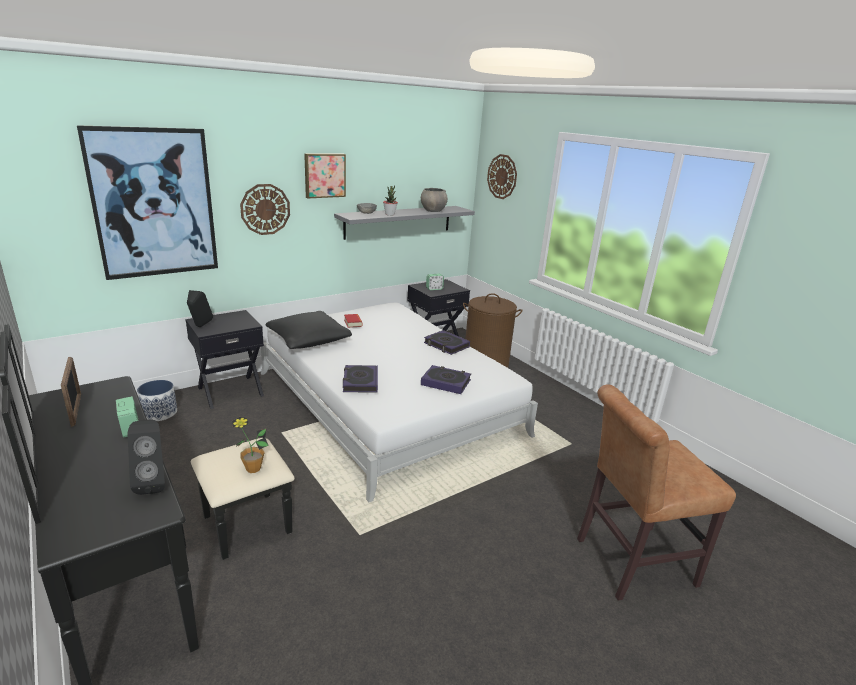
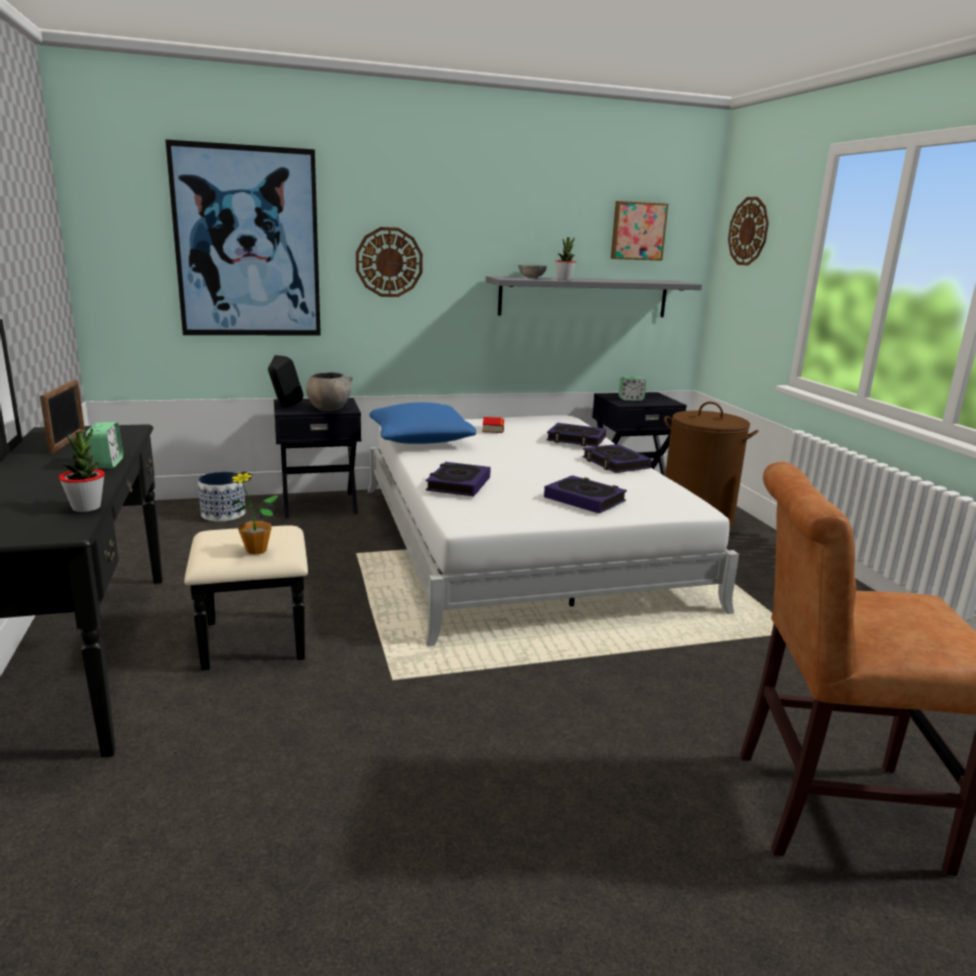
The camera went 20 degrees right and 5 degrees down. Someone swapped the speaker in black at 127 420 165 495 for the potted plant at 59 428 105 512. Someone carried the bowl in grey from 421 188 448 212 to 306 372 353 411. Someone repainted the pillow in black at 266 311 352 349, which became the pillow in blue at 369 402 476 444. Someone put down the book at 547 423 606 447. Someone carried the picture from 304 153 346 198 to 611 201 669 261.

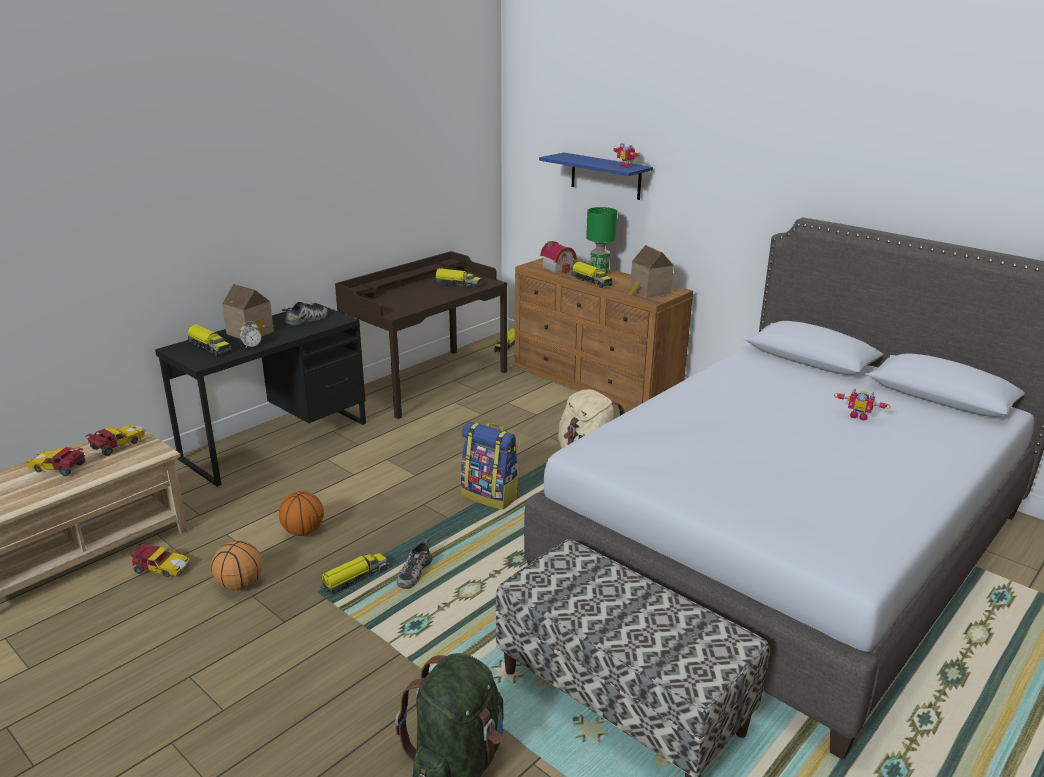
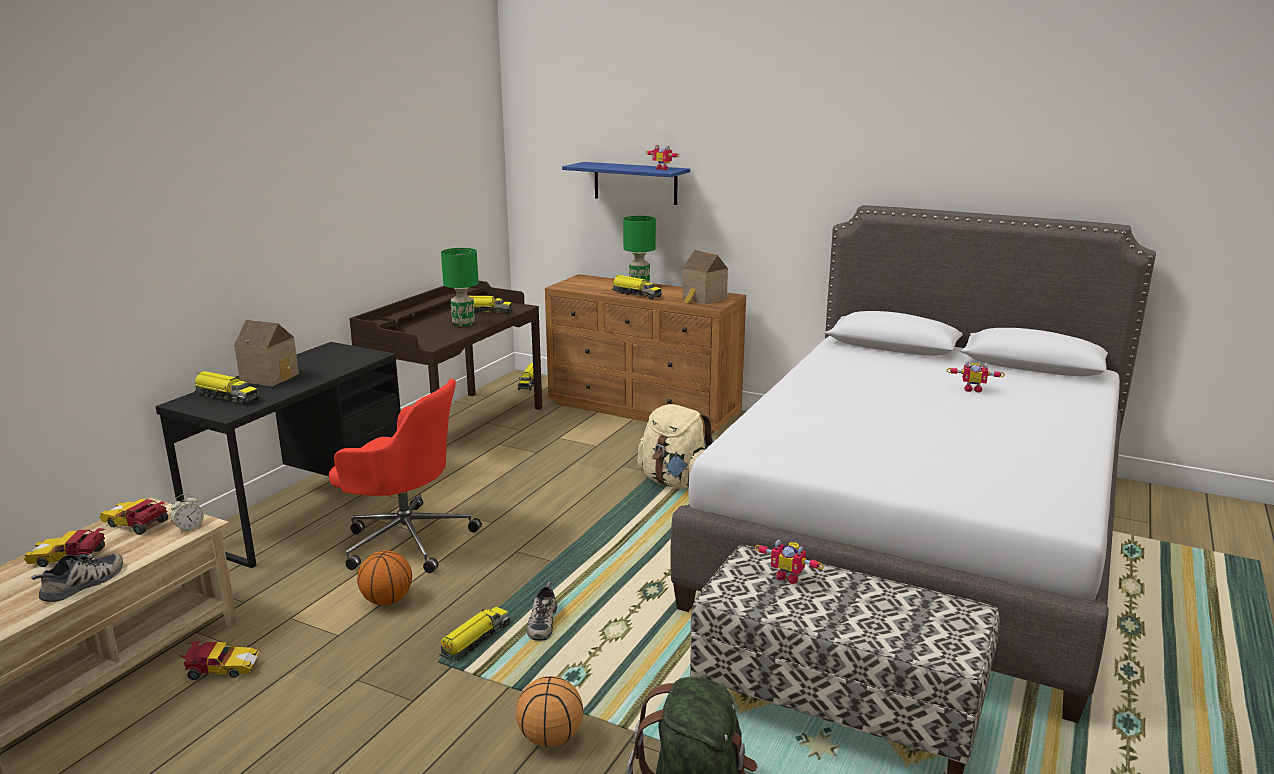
The camera went 15 degrees left and 5 degrees down. Someone carried the shoe from 282 302 327 326 to 31 554 123 602. Someone rotated the toy car at 85 425 145 456 by 90 degrees counterclockwise. Someone carried the alarm clock from 240 321 261 347 to 170 494 204 533. Someone put down the office chair in red at 329 379 482 573. Someone put down the table lamp in green at 441 248 479 327. Someone carried the basketball from 211 541 262 590 to 516 676 583 747. Someone put down the toy robot at 754 540 824 584. Someone took away the backpack at 461 422 519 510. Someone took away the toy house at 540 241 577 273.

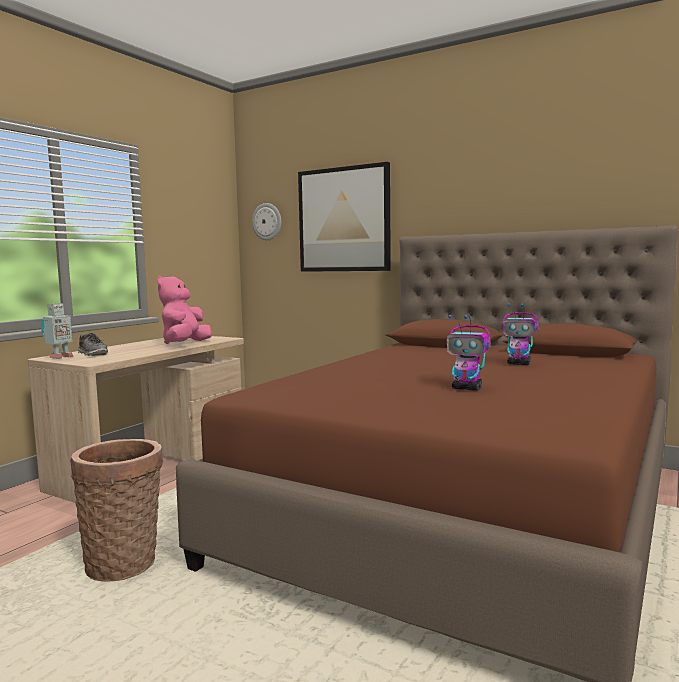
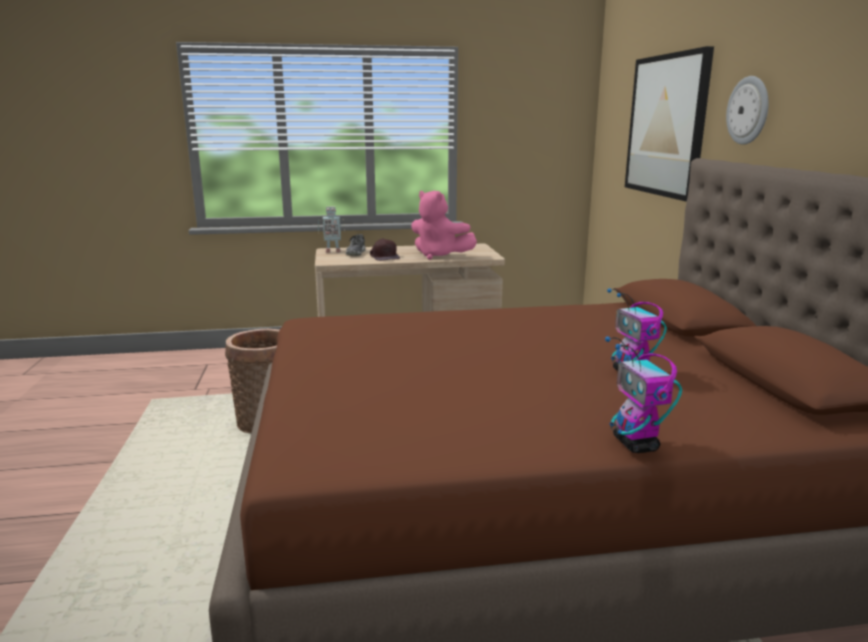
The camera went 50 degrees right and 10 degrees up. Someone put down the cap in brown at 370 238 400 261. Someone rotated the plush toy in pink at 157 276 212 344 by 120 degrees counterclockwise. Someone carried the toy robot from 446 315 491 391 to 605 336 682 453. Someone carried the wall clock from 252 203 281 240 to 726 76 769 145.

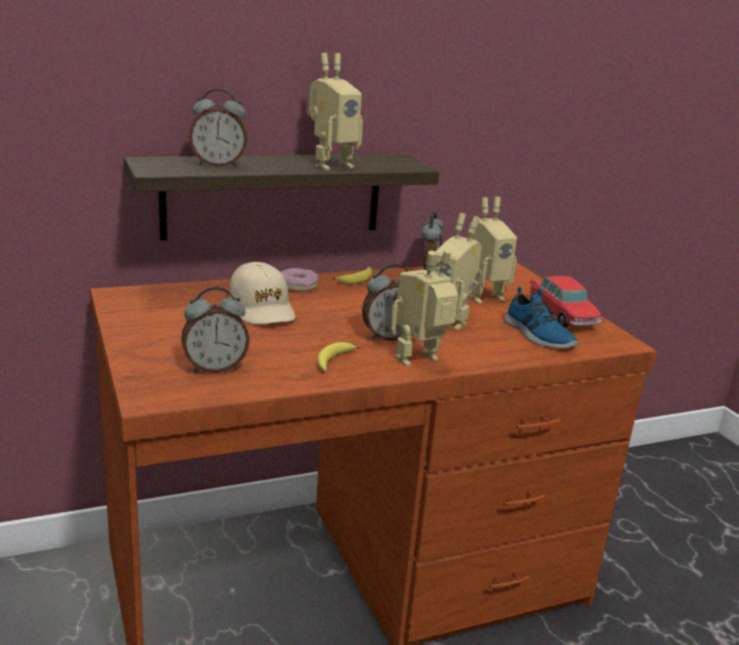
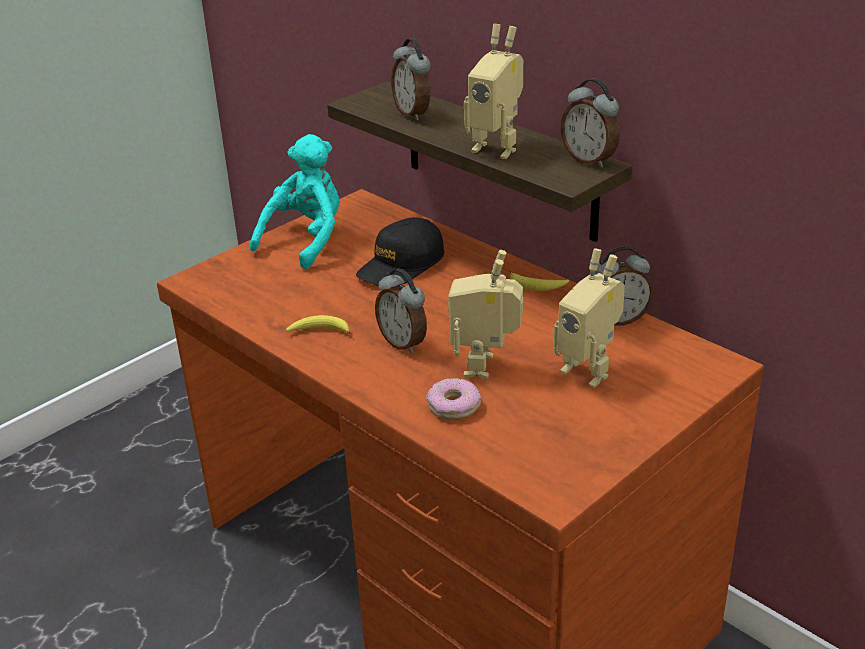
The camera went 70 degrees right and 10 degrees up. Someone put down the plush toy in turquoise at 250 134 340 269. Someone repainted the cap in beige at 228 262 295 324, which became the cap in black at 356 217 444 285. Someone carried the donut from 281 268 319 292 to 426 378 481 420. Someone carried the alarm clock from 181 287 250 373 to 561 79 620 168. Someone took away the toy robot at 390 249 458 367. Someone took away the shoe at 504 286 578 348. Someone took away the toy car at 529 276 602 327.

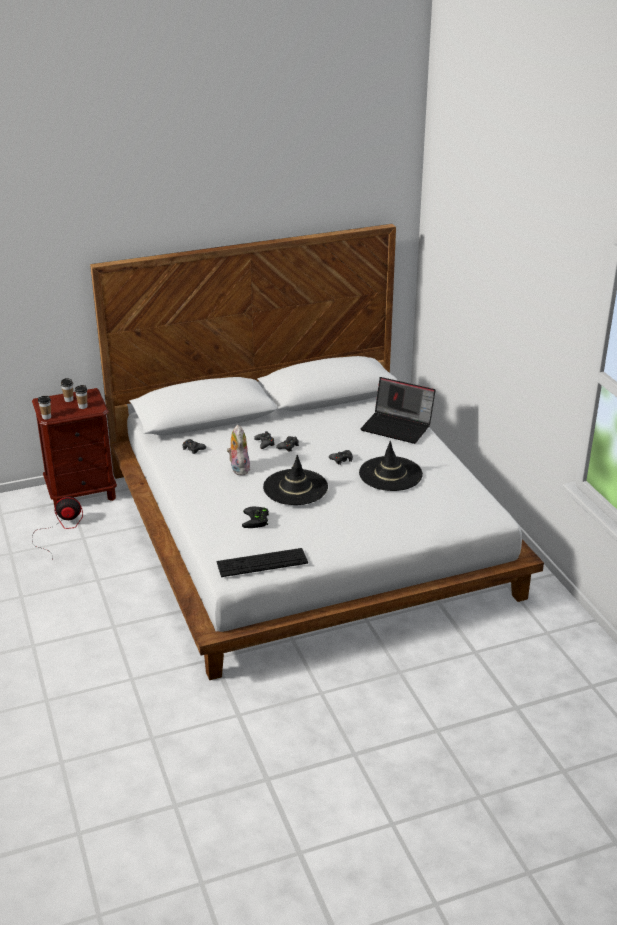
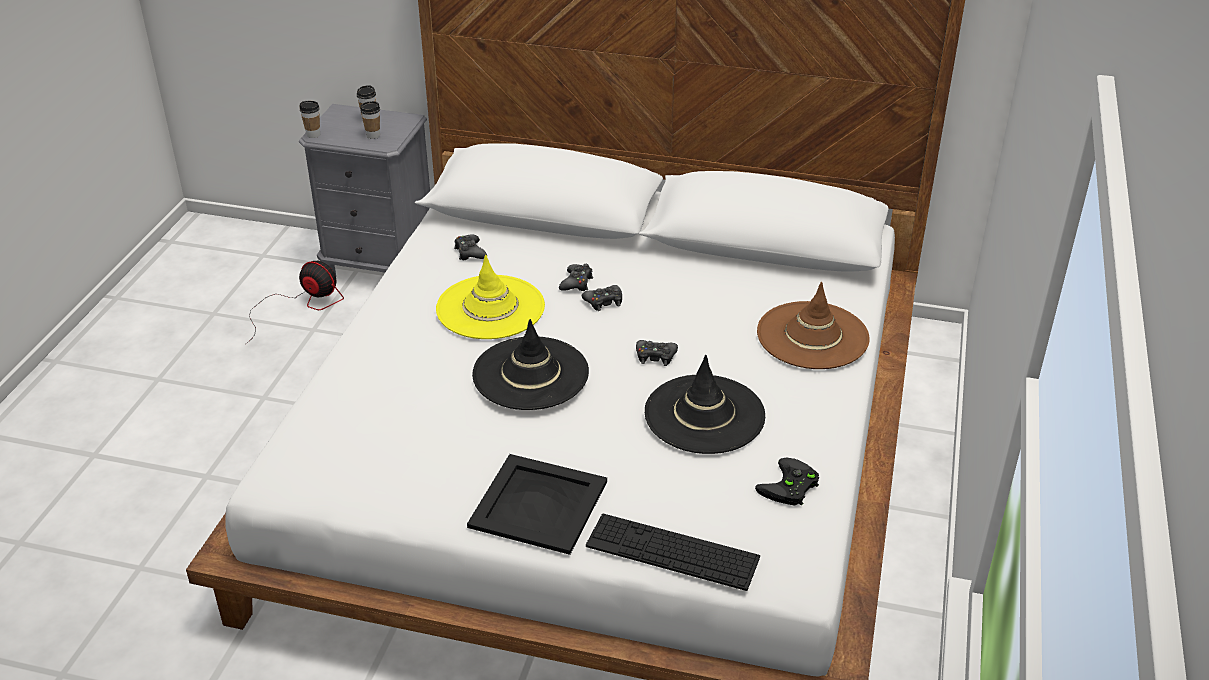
The camera went 35 degrees right and 5 degrees up. Someone repainted the nightstand in brown at 32 388 117 508, which became the nightstand in grey at 299 104 430 276. Someone swapped the plush toy at 227 425 250 475 for the hat in yellow at 436 255 545 339. Someone put down the tray in black at 467 454 607 555. Someone carried the keyboard from 217 548 308 577 to 586 514 760 591. Someone carried the game controller in black from 242 507 269 528 to 755 458 819 506. Someone swapped the laptop at 361 377 436 444 for the hat in brown at 757 282 870 369.

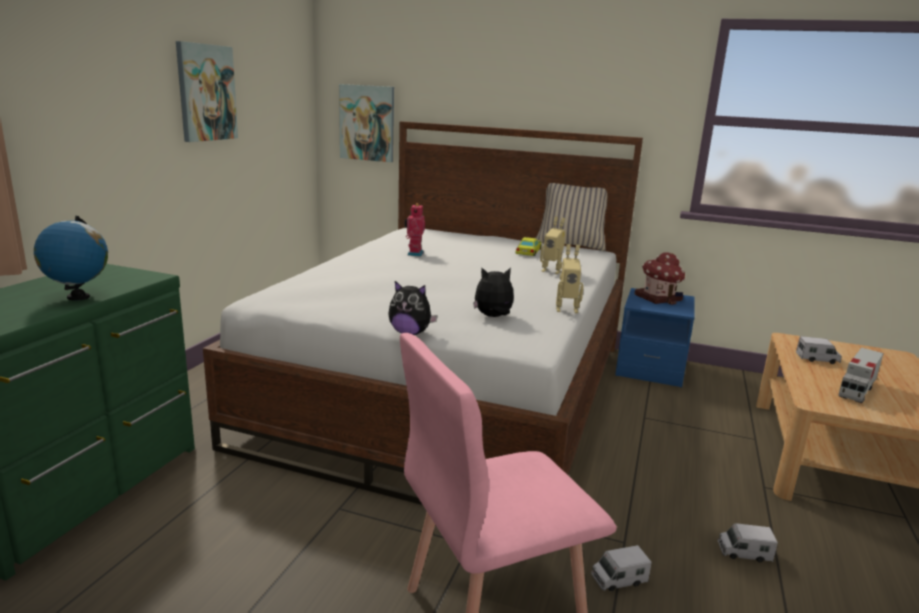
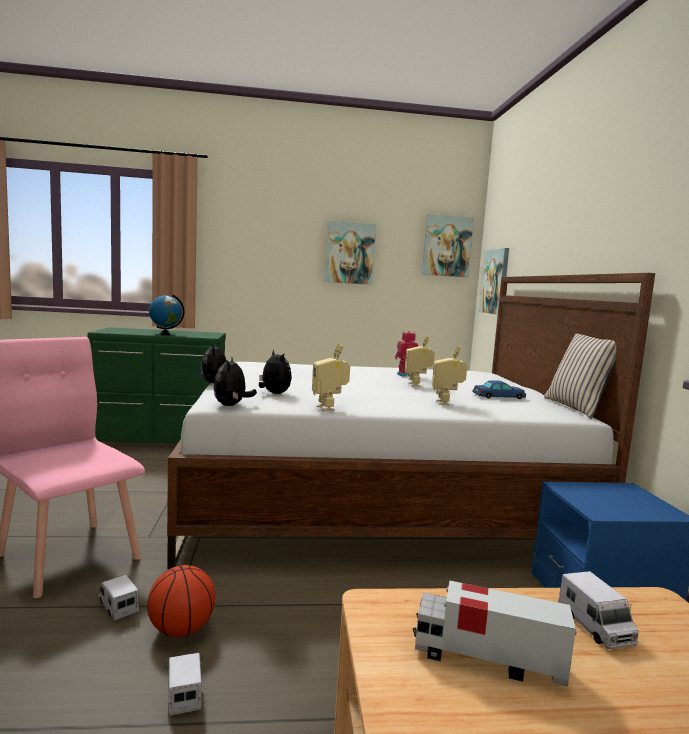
The camera went 65 degrees right and 10 degrees down. Someone put down the basketball at 147 565 215 637. Someone put down the plush toy at 213 356 257 406. Someone put down the toy robot at 405 336 435 387. Someone put up the picture at 422 214 474 277. Someone repainted the toy car in yellow at 515 237 542 256, which became the toy car in blue at 472 380 526 399. Someone took away the toy house at 635 253 685 305.

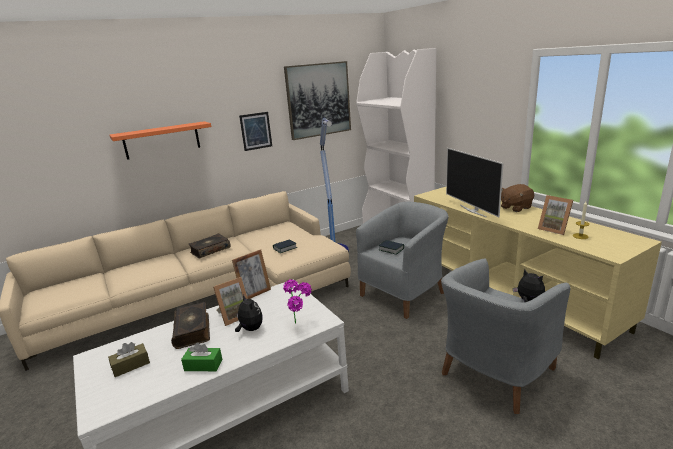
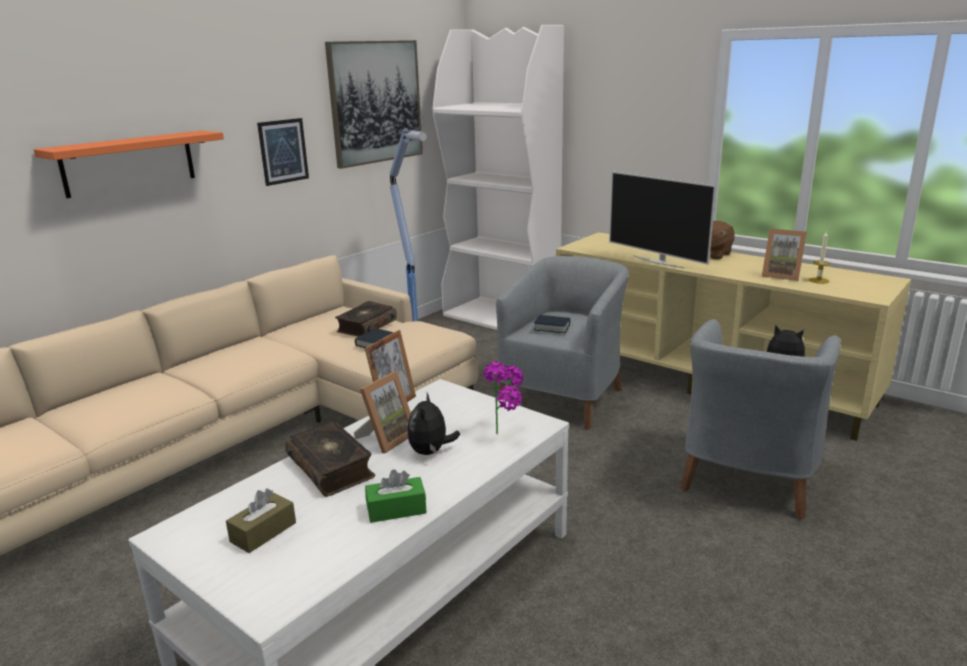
The camera went 20 degrees left and 0 degrees up. Someone carried the book from 189 234 230 259 to 335 301 397 337. Someone rotated the plush toy at 235 294 263 332 by 120 degrees counterclockwise.

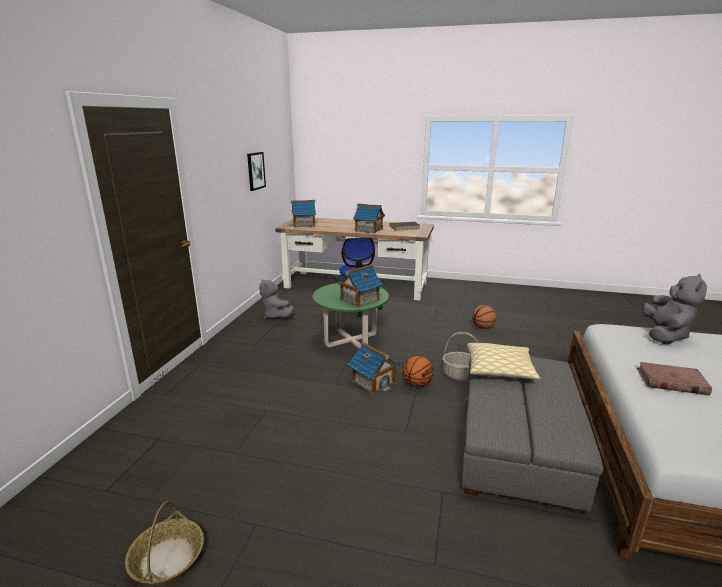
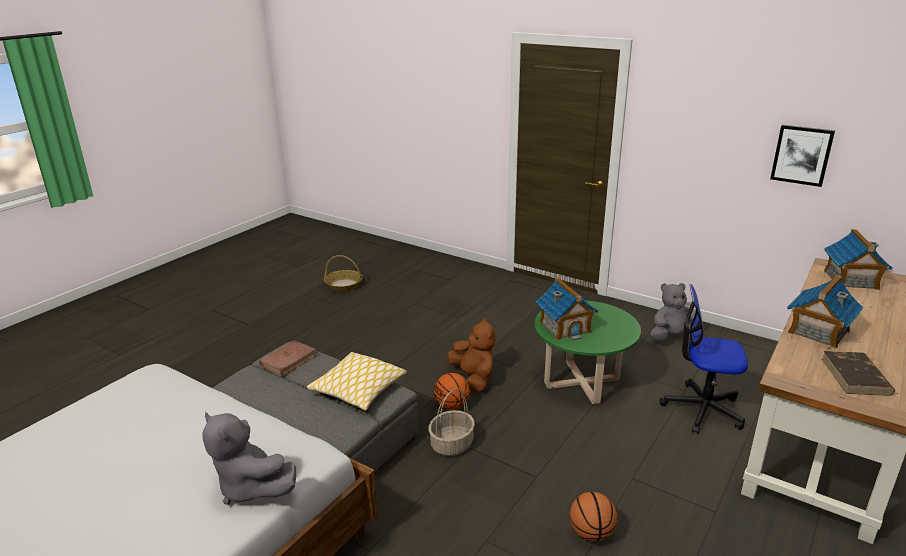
The camera went 110 degrees right and 5 degrees up. Someone carried the book in brown from 637 362 712 396 to 259 340 318 377. Someone swapped the toy house at 348 342 400 395 for the plush toy in brown at 447 318 496 392.

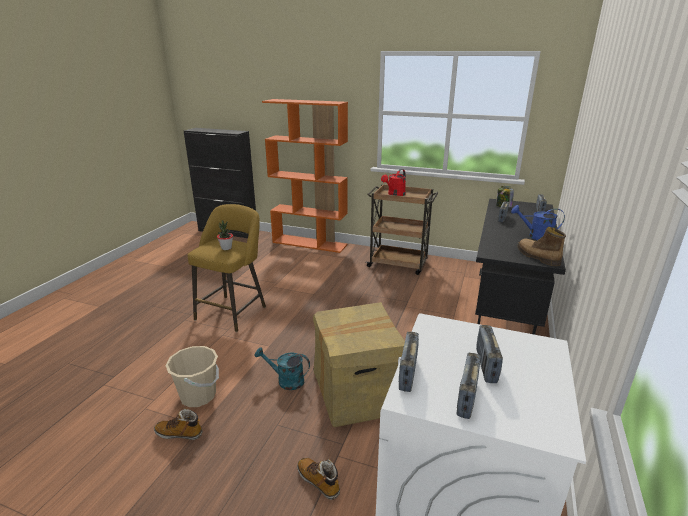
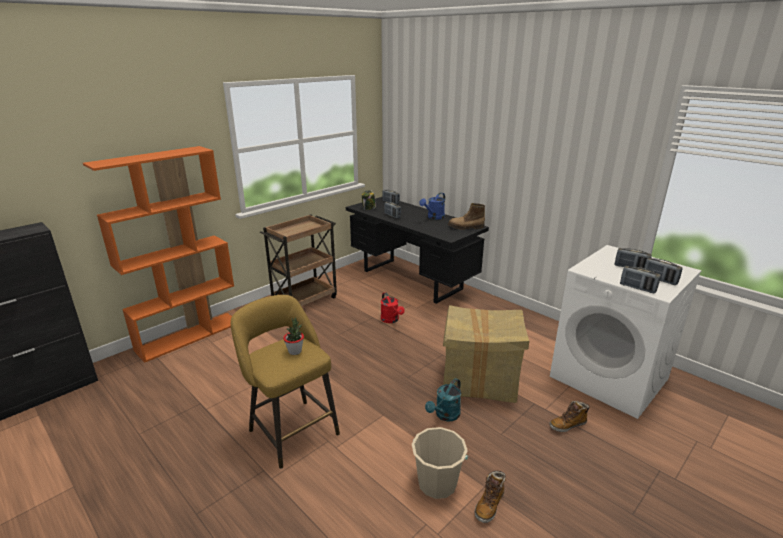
The camera went 65 degrees left and 0 degrees up. Someone carried the watering can in red from 381 169 406 196 to 381 292 405 323.

